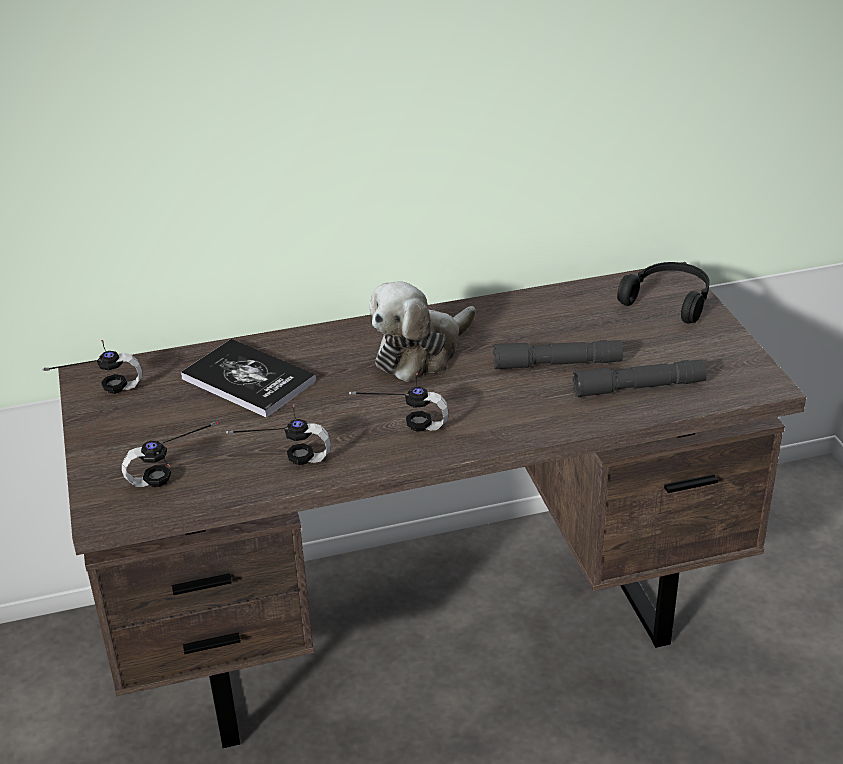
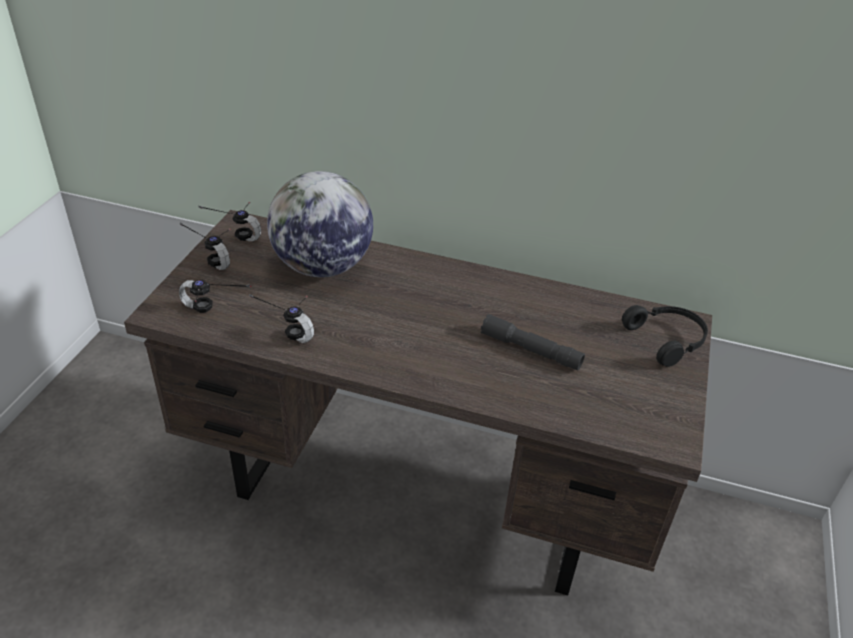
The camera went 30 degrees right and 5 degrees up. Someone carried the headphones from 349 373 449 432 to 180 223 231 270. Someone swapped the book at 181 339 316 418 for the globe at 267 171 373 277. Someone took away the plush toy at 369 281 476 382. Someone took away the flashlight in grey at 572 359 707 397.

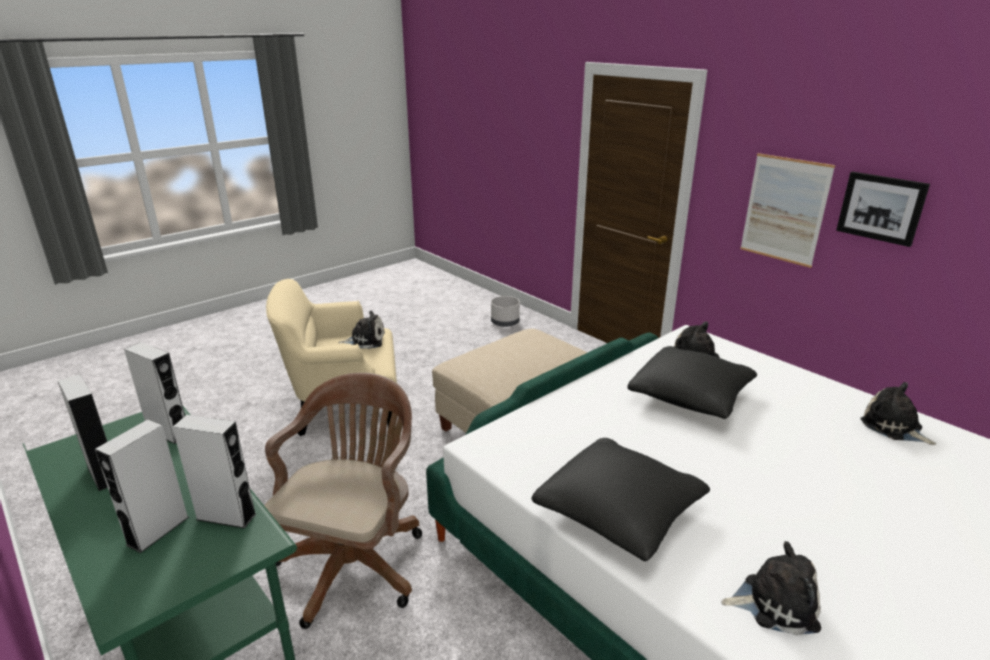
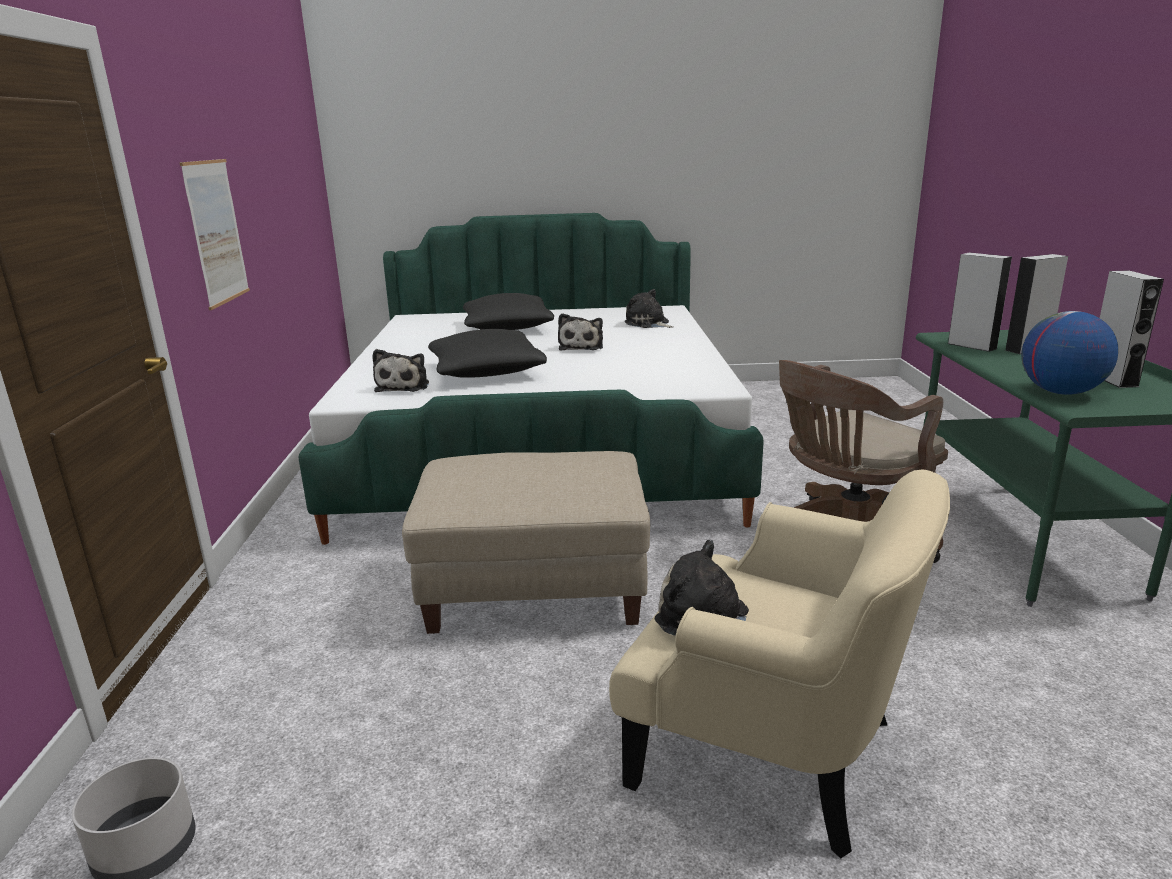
The camera went 140 degrees left and 5 degrees down. Someone carried the pillow in black from 532 438 710 561 to 463 293 554 330. Someone carried the plush toy from 860 382 936 445 to 558 313 603 351. Someone swapped the speaker in grey at 124 342 185 444 for the globe at 1021 311 1118 395. Someone took away the picture at 836 172 930 247.

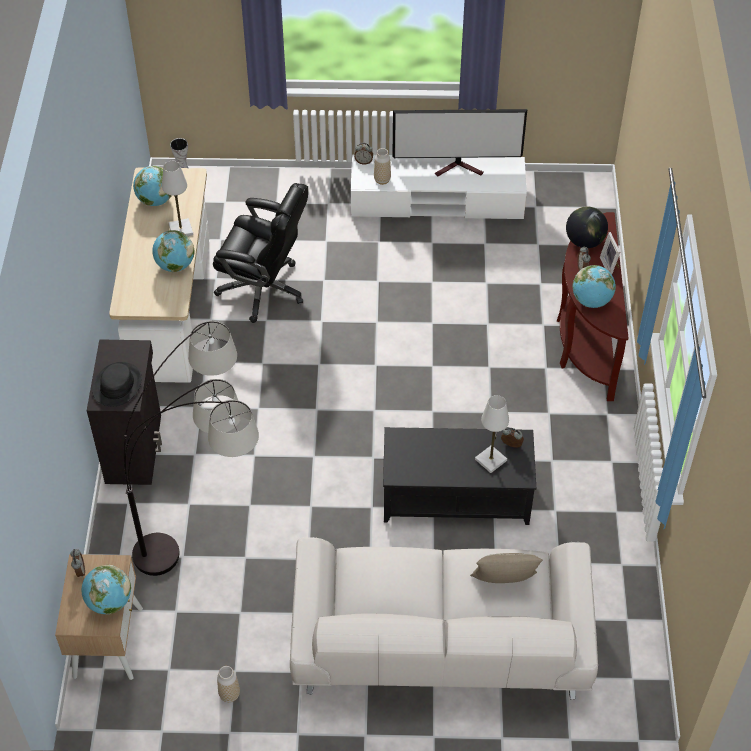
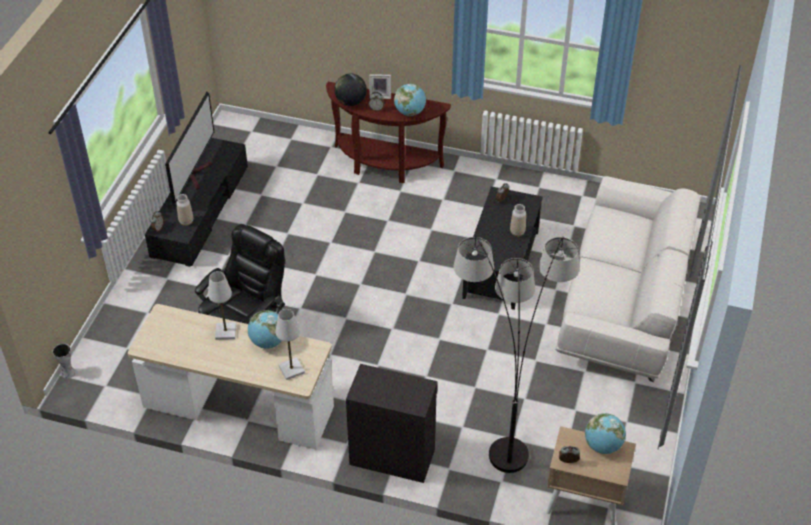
The camera went 75 degrees left and 5 degrees down. Someone repainted the tv stand in white at 351 155 527 219, which became the tv stand in black at 145 138 248 267. Someone carried the table lamp in white from 475 395 509 473 to 276 309 305 380. Someone carried the vase from 217 666 240 702 to 510 204 526 236. Someone took away the hat in black at 92 362 142 406. Someone took away the globe at 133 166 172 206. Someone took away the pillow in beige at 470 553 543 583.

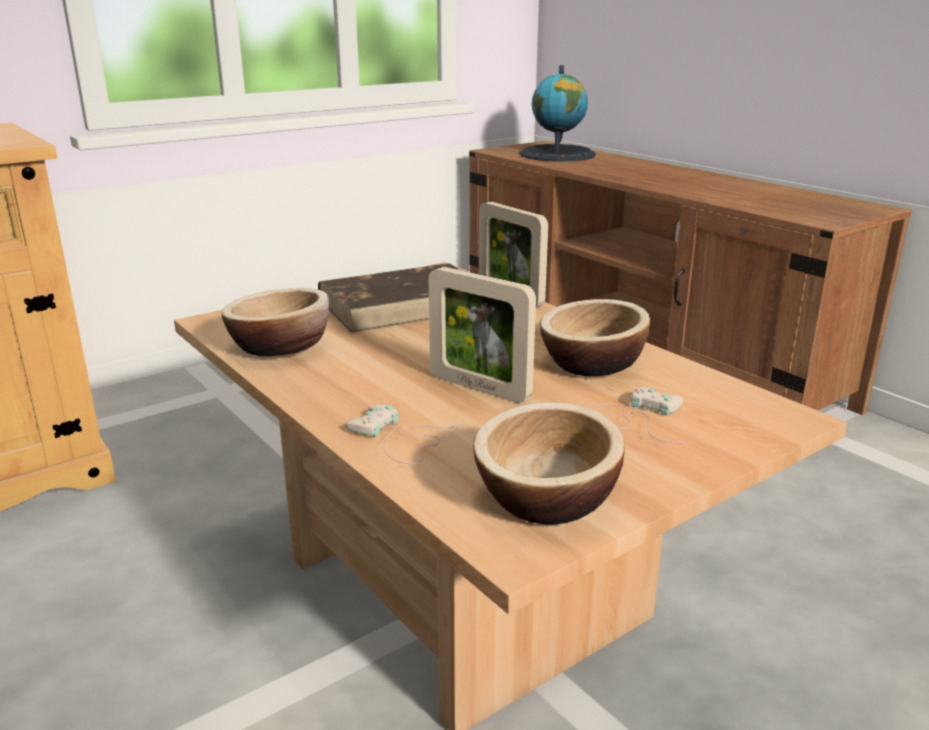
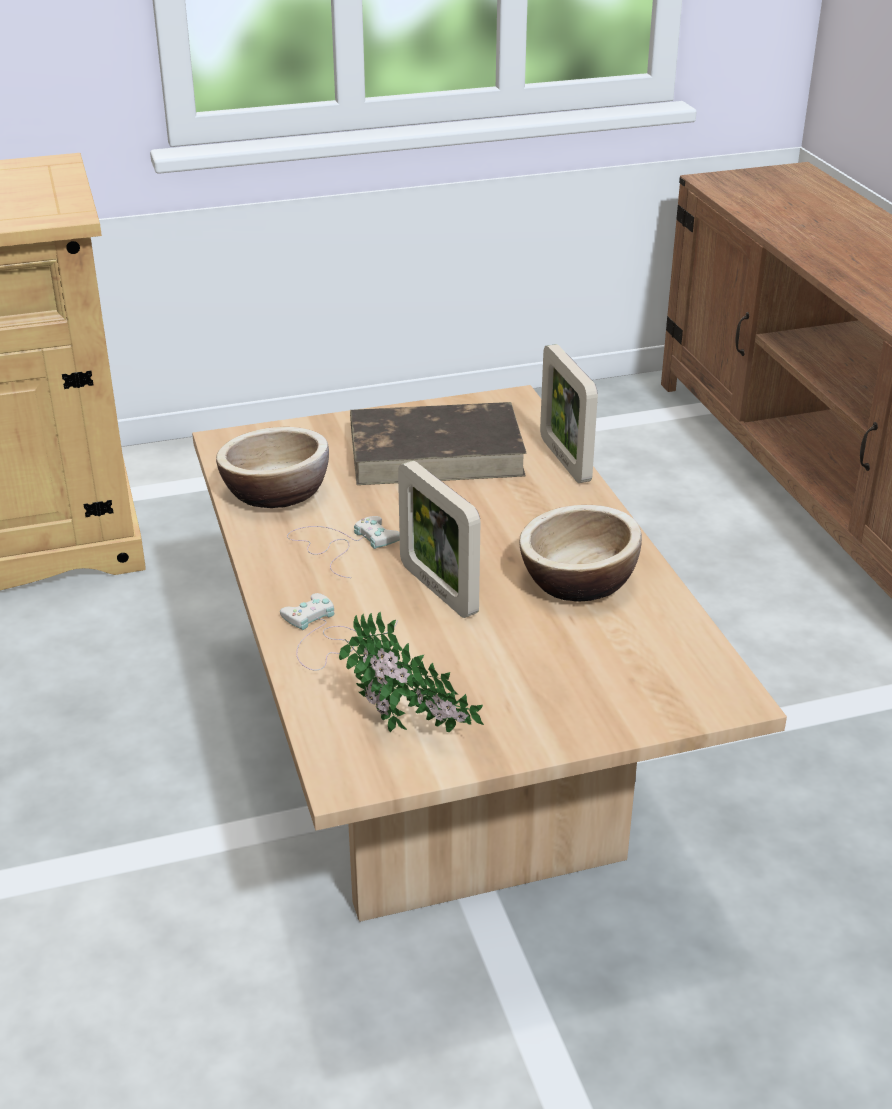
The camera went 20 degrees right and 10 degrees up. Someone carried the game controller in white from 587 387 686 443 to 287 516 400 578. Someone swapped the bowl at 473 402 625 525 for the potted plant at 339 611 484 732. Someone took away the globe at 520 65 596 161.

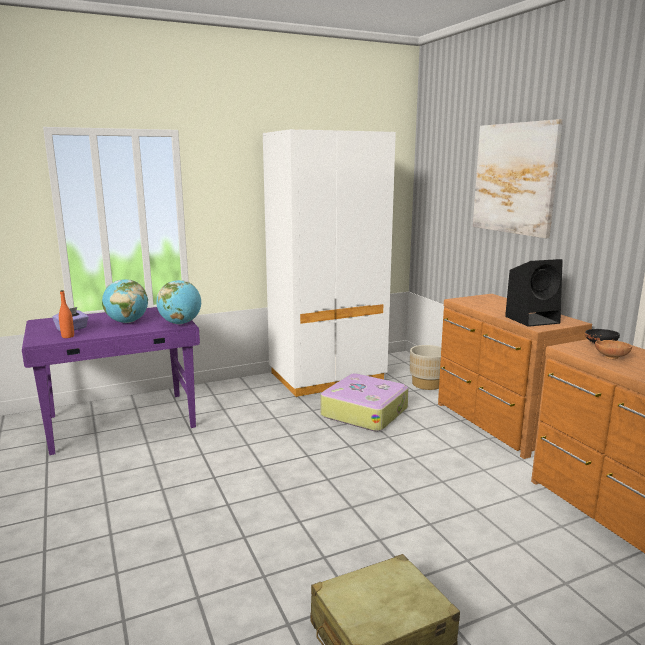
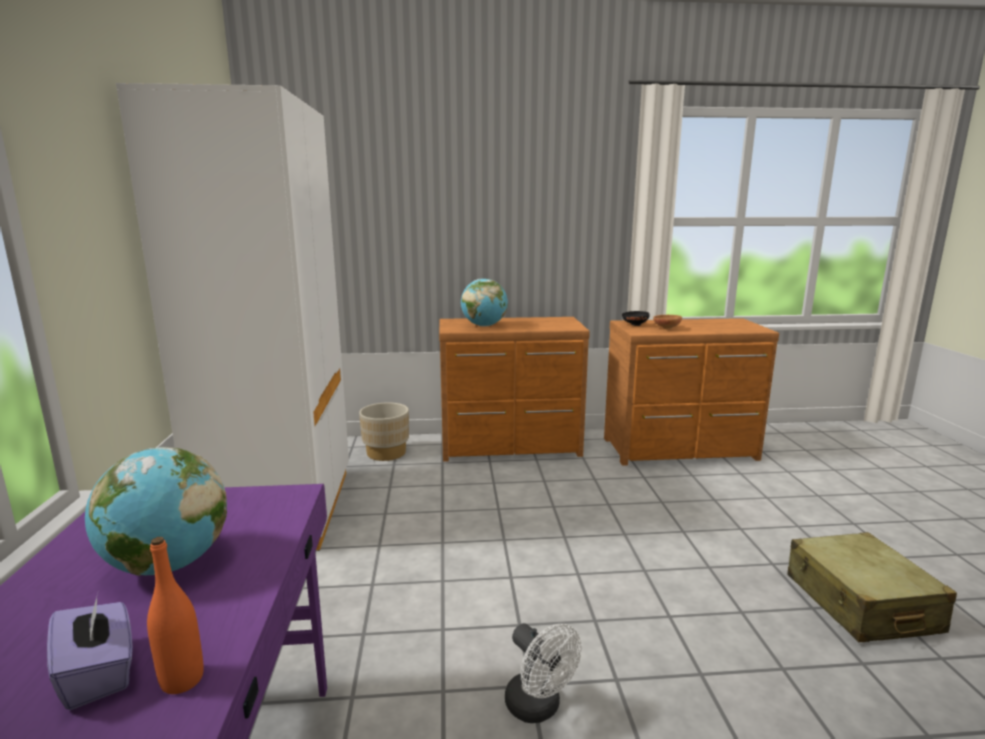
The camera went 70 degrees left and 0 degrees up. Someone carried the globe from 156 280 201 324 to 461 279 508 327. Someone put down the fan in white at 505 623 582 723. Someone took away the suitcase at 321 373 409 432. Someone took away the picture at 473 119 563 238. Someone took away the speaker in black at 505 259 563 327.

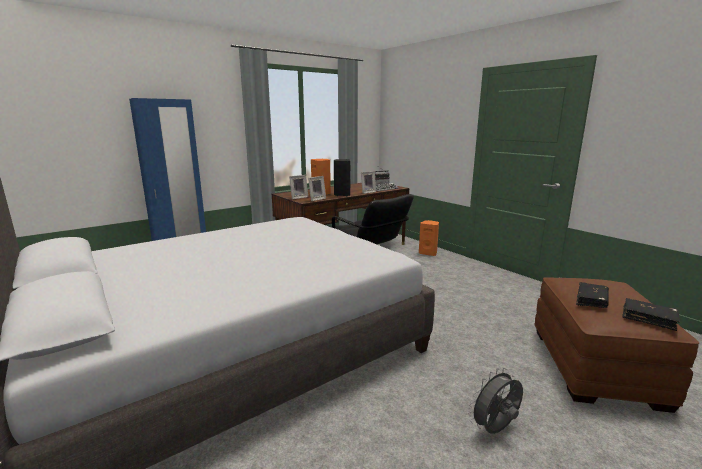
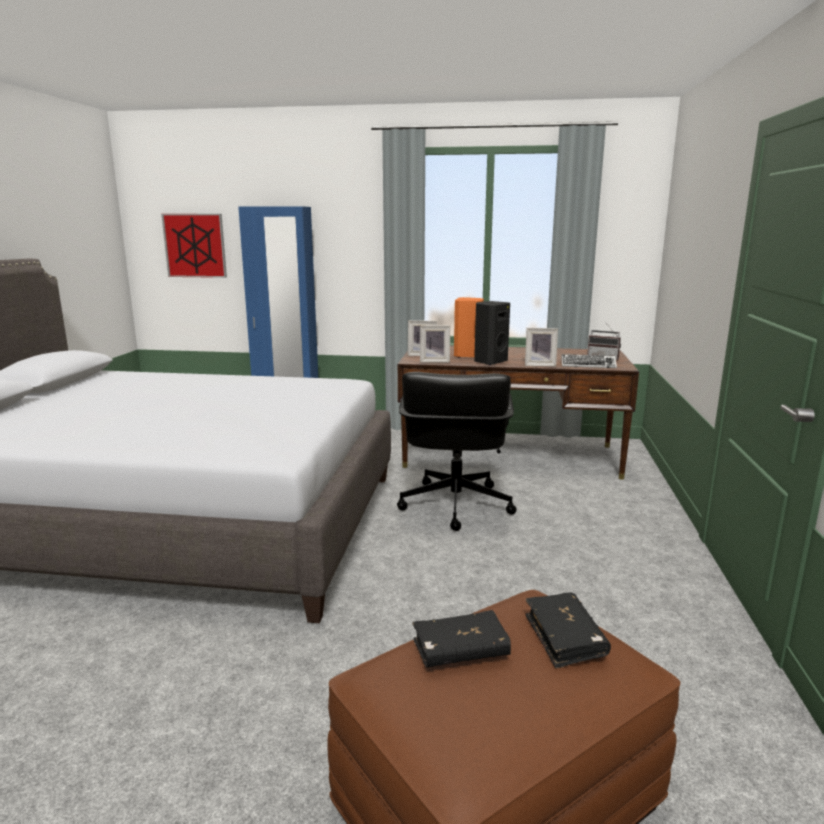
The camera went 45 degrees right and 0 degrees up. Someone put up the picture at 161 214 227 278. Someone carried the book in black from 622 298 680 331 to 525 593 611 668. Someone took away the speaker in orange at 419 220 439 256. Someone took away the fan in grey at 468 368 523 434.

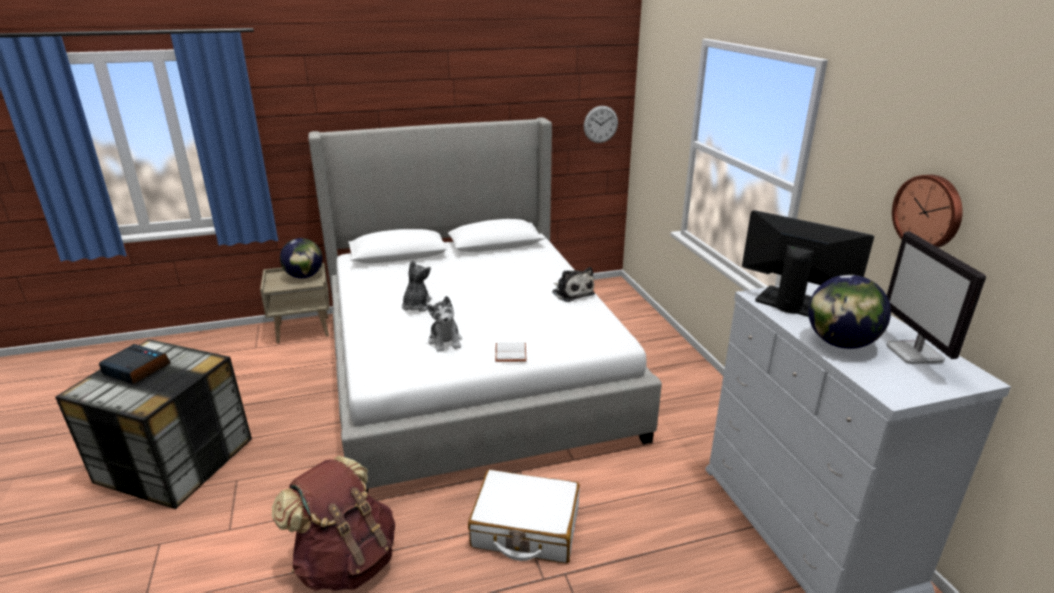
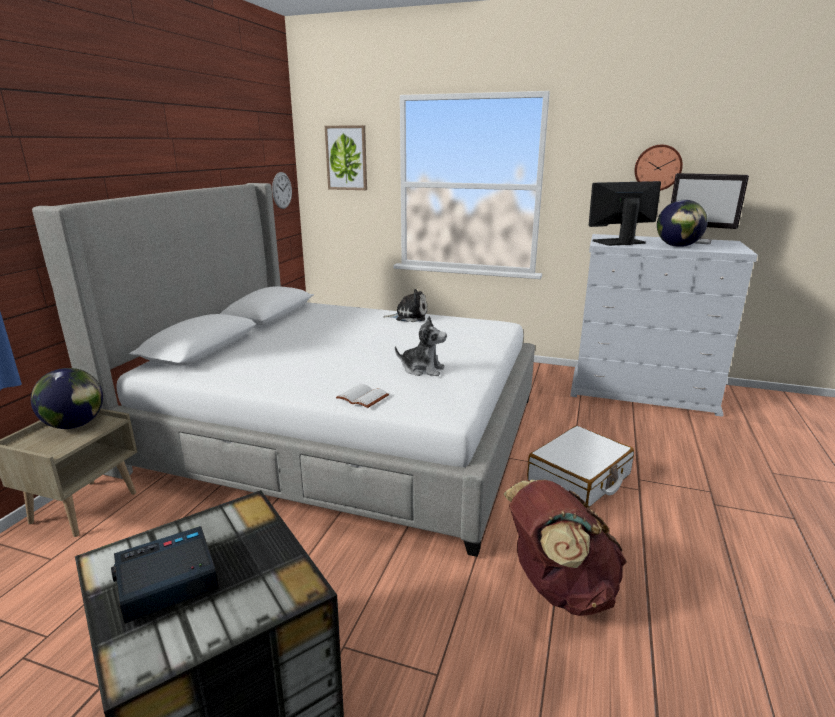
The camera went 55 degrees left and 5 degrees down. Someone put up the picture at 325 125 367 190. Someone carried the book in white from 495 342 527 362 to 336 384 389 408. Someone took away the plush toy at 402 260 432 311.

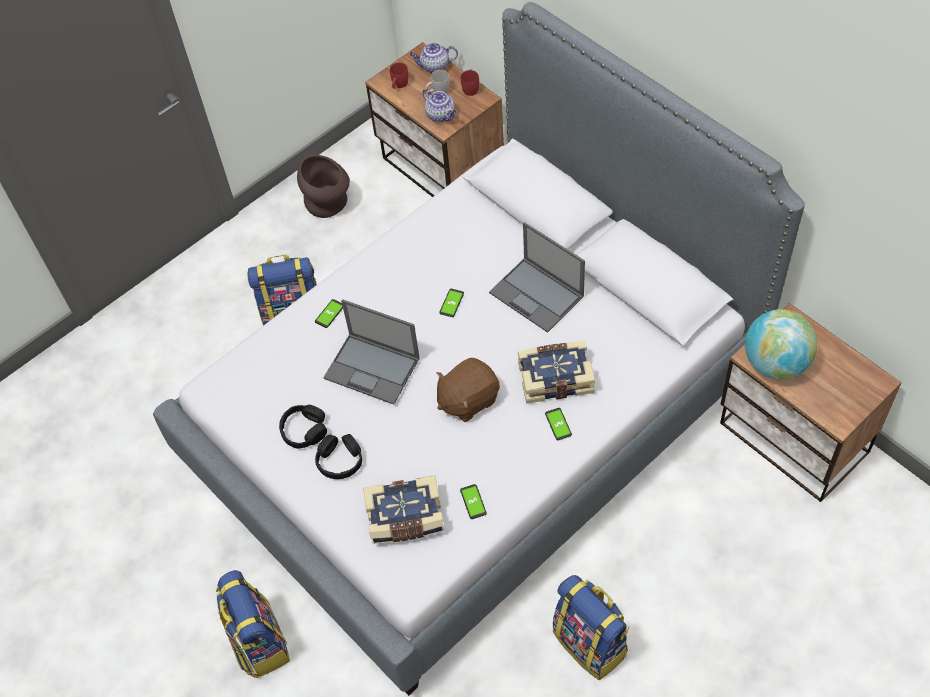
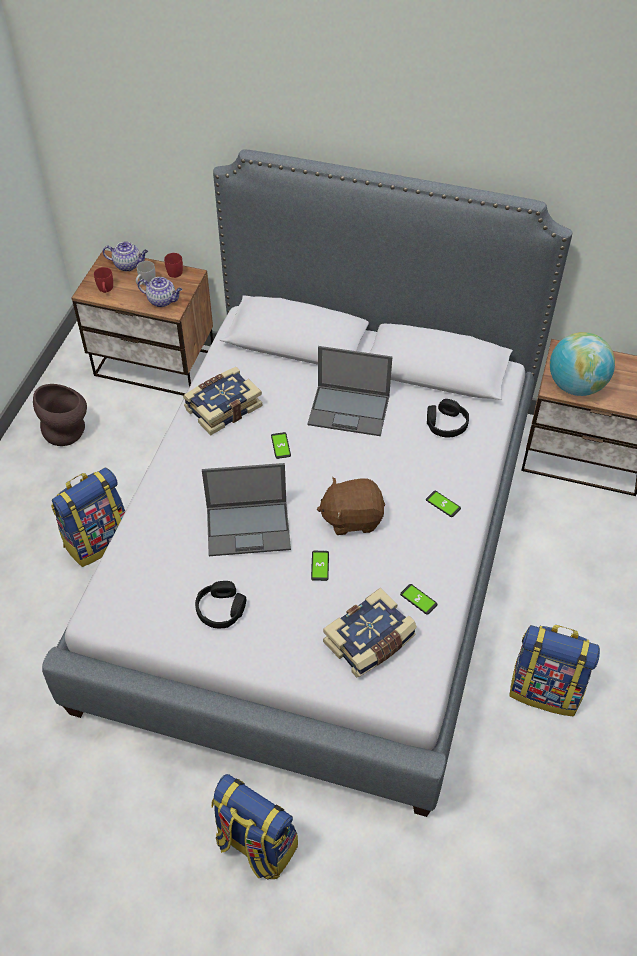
The camera went 35 degrees left and 5 degrees down. Someone rotated the teapot at 410 42 458 73 by 135 degrees counterclockwise. Someone carried the book from 518 341 595 404 to 183 367 262 435. Someone carried the phone from 315 299 343 328 to 311 551 329 581. Someone rotated the plush toy in brown at 436 358 500 422 by 60 degrees clockwise. Someone carried the headphones in black from 315 434 362 479 to 427 399 469 438.

